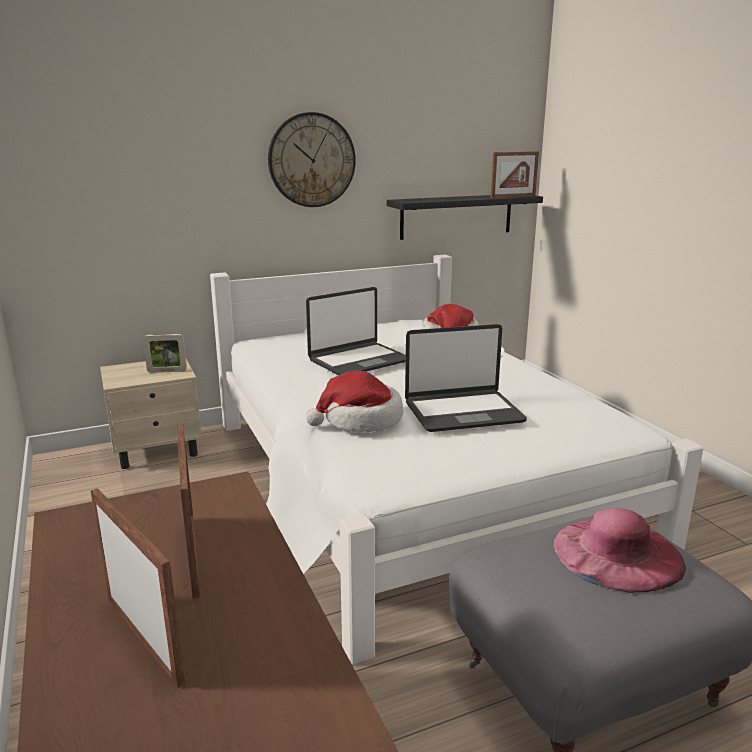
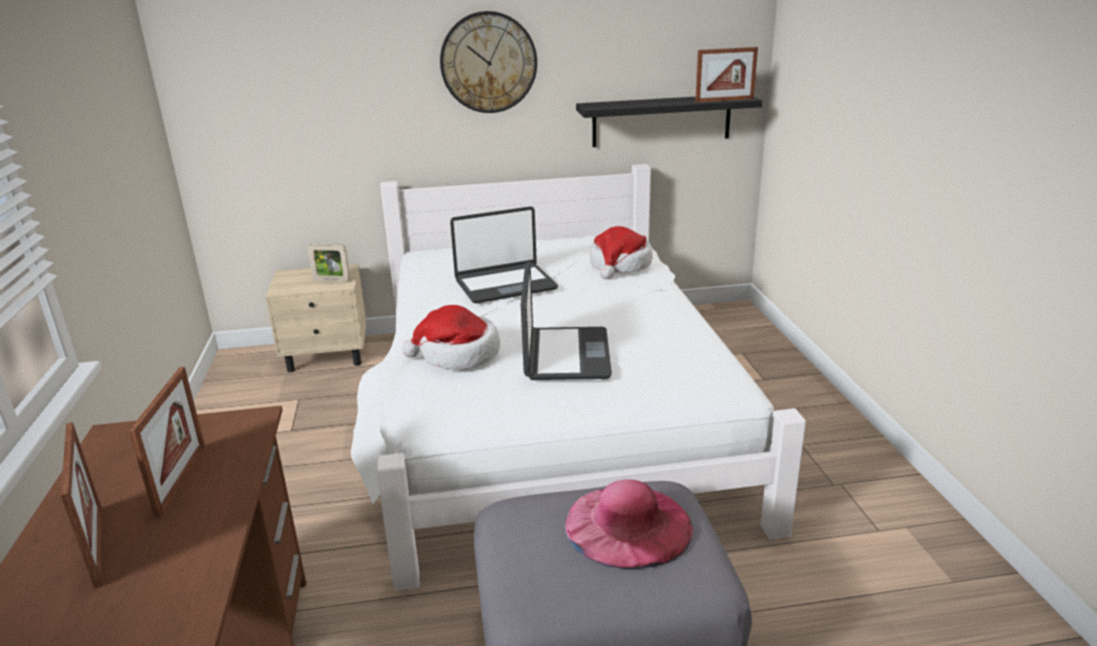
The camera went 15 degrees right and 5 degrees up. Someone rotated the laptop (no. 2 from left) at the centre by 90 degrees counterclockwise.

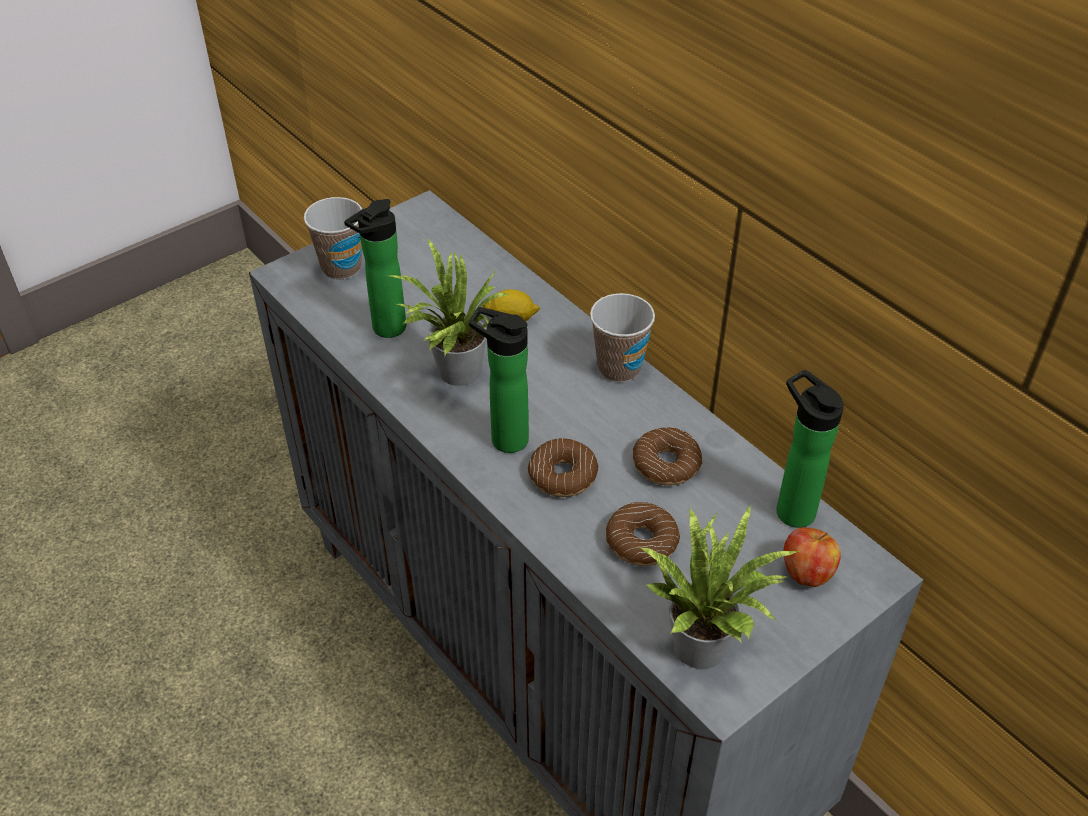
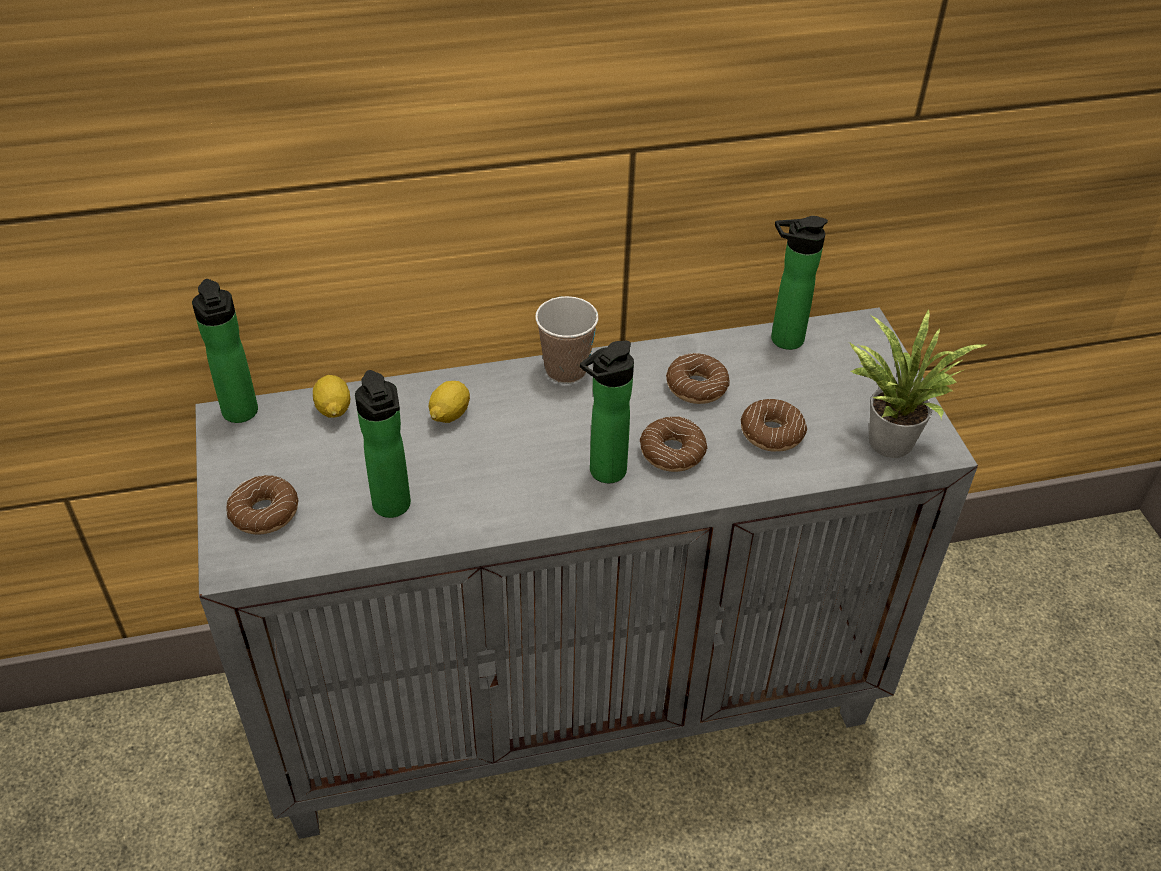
The camera went 65 degrees left and 0 degrees up. Someone swapped the small cup (no. 1 from left) at the top left for the donut (no. 1 from left) at the middle left. Someone took away the houseplant (no. 1 from left) at the centre. Someone took away the apple fruit at the bottom right. Someone put down the bottle (no. 1 from left) at the middle left. Someone put down the lemon (no. 1 from left) at the middle left.

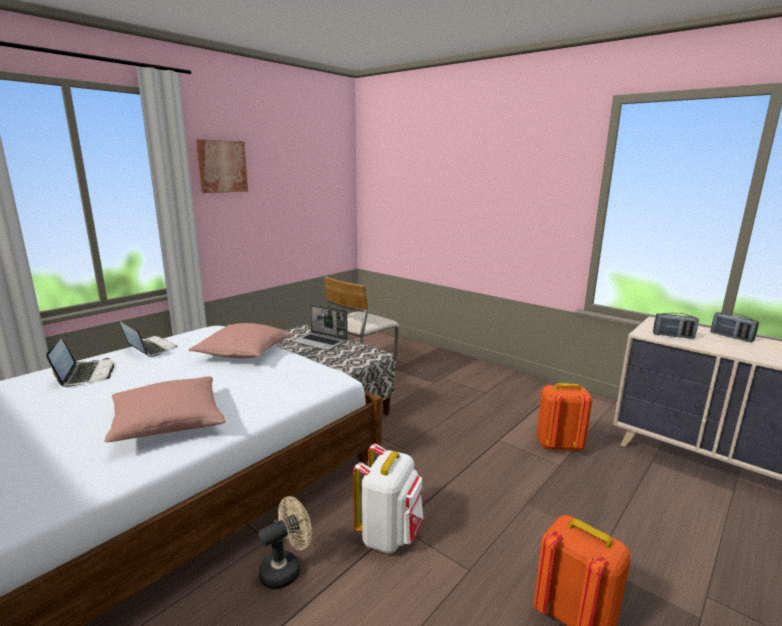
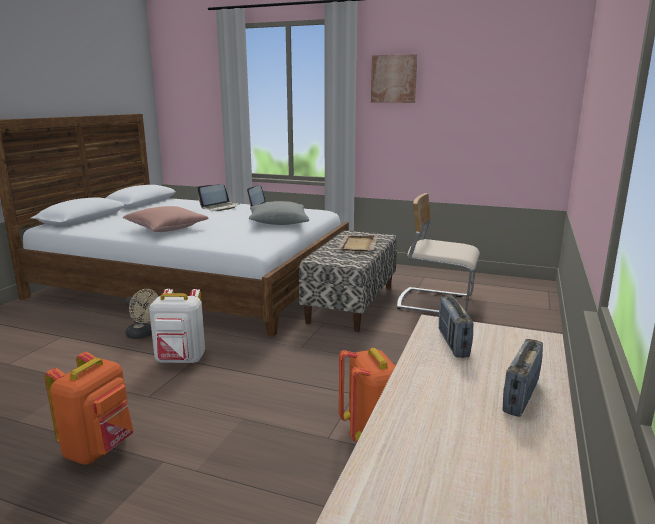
The camera went 70 degrees right and 0 degrees up. Someone repainted the pinkish pillow (no. 2 from left) at the middle left, which became the grey pillow at the centre. Someone swapped the laptop (no. 3 from left) at the centre for the beige-coloured serving tray at the centre.

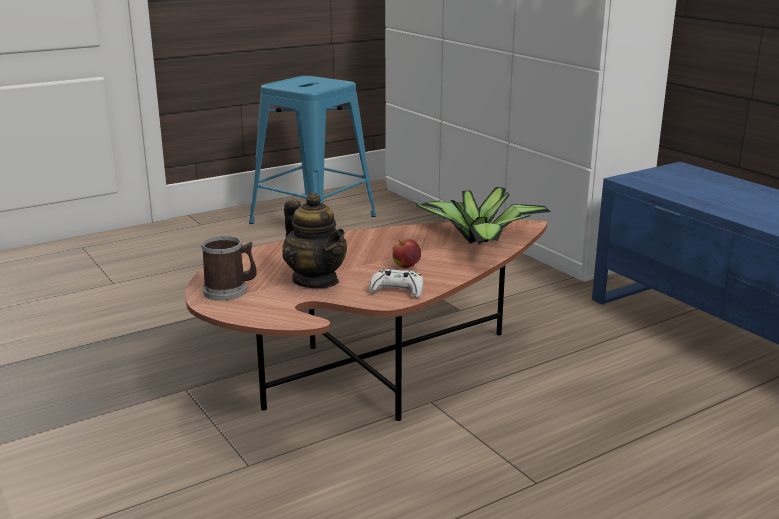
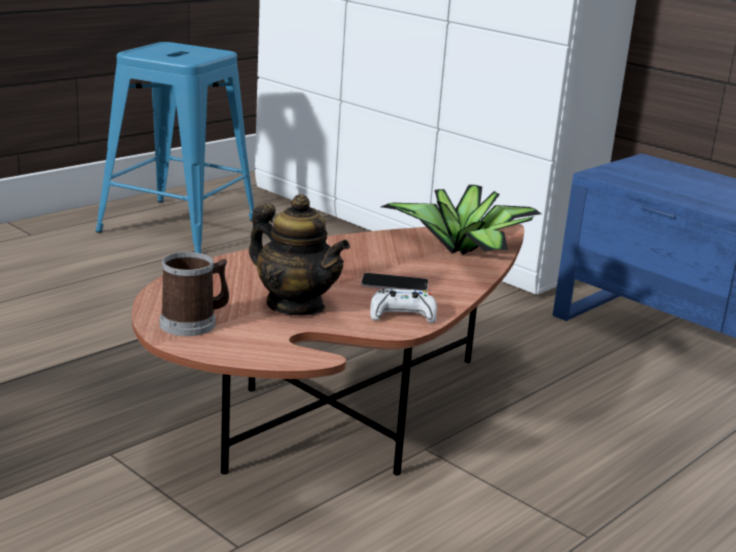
The camera went 15 degrees left and 0 degrees up. Someone swapped the apple fruit at the centre for the handset at the centre.

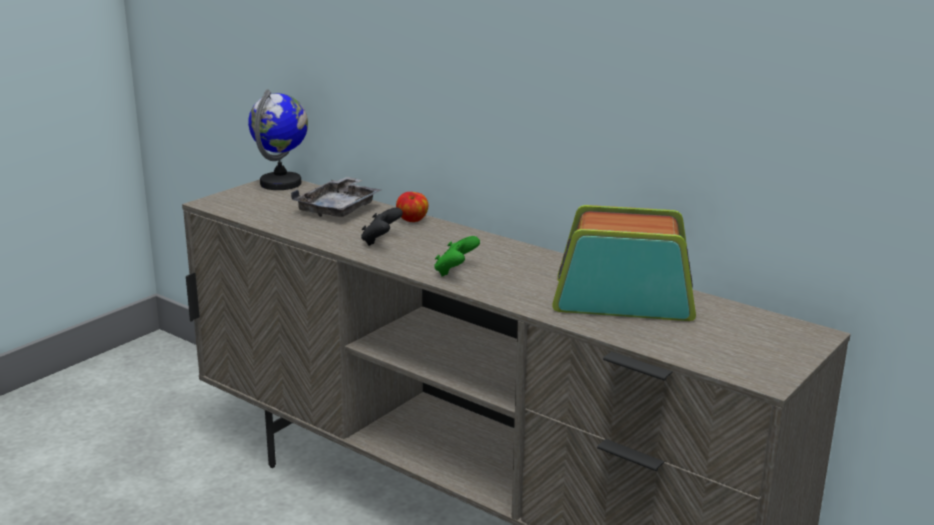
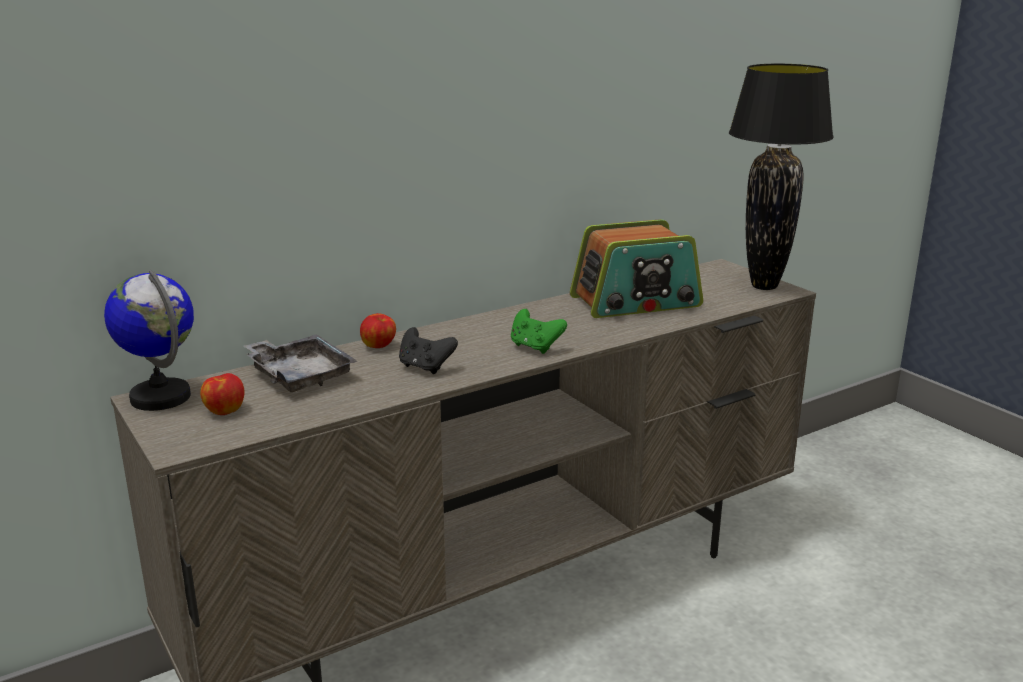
The camera went 70 degrees left and 0 degrees up. Someone rotated the radio at the middle right by 135 degrees counterclockwise. Someone put down the apple fruit (no. 1 from left) at the middle left. Someone put down the black lamp for a table at the top right.

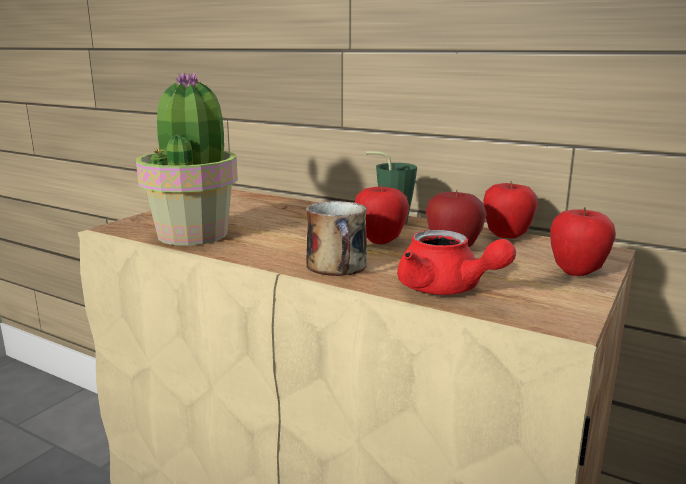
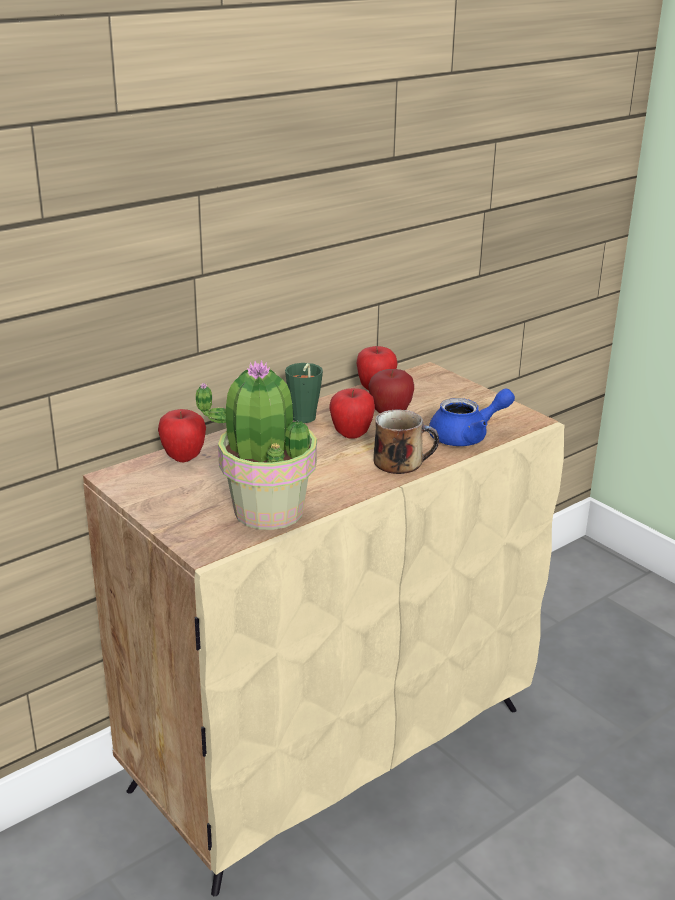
The camera went 70 degrees left and 10 degrees up. Someone repainted the red pot for tea at the centre, which became the blue pot for tea at the middle right. Someone carried the apple fruit (no. 4 from left in the first image) from the middle right to the middle left.

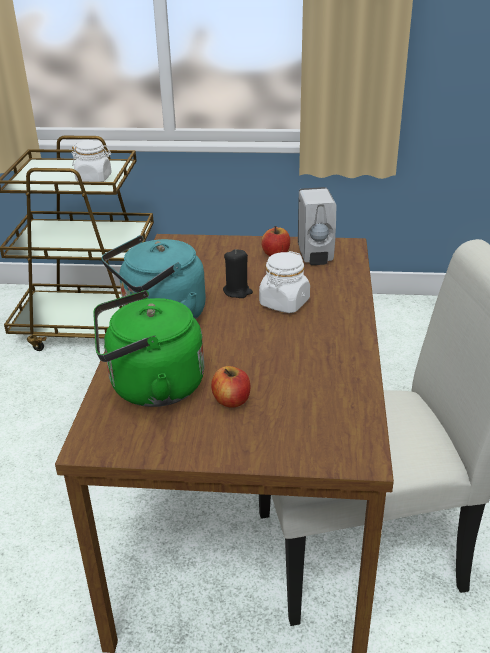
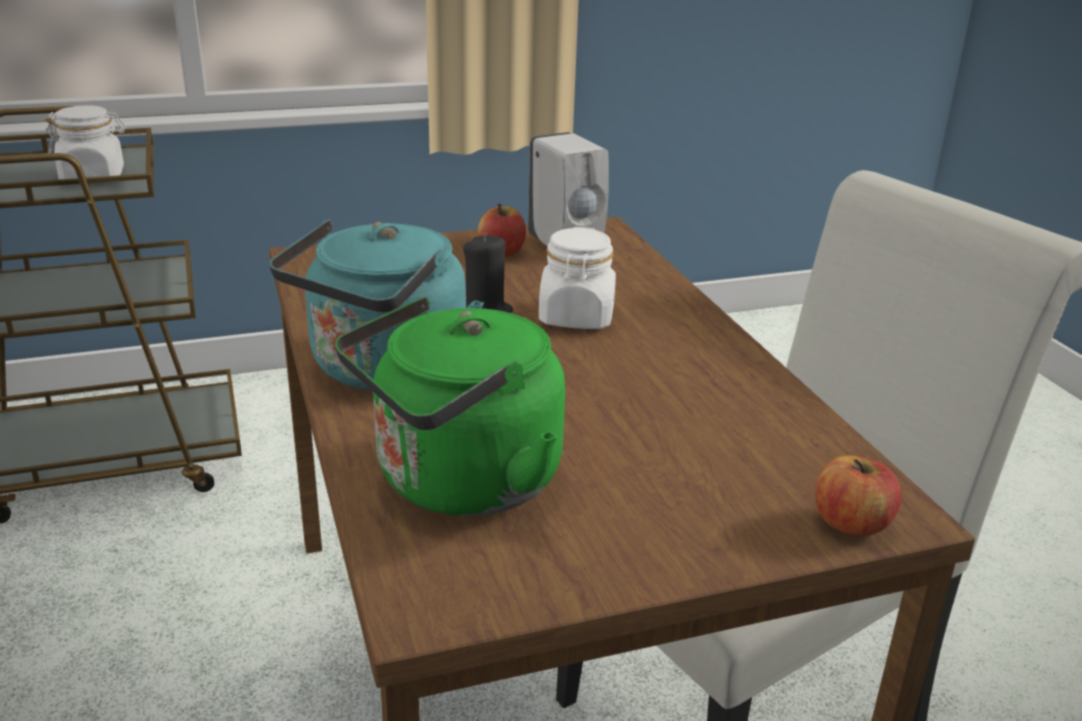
The camera went 25 degrees left and 5 degrees down. Someone carried the apple fruit (no. 1 from left in the first image) from the centre to the bottom right.

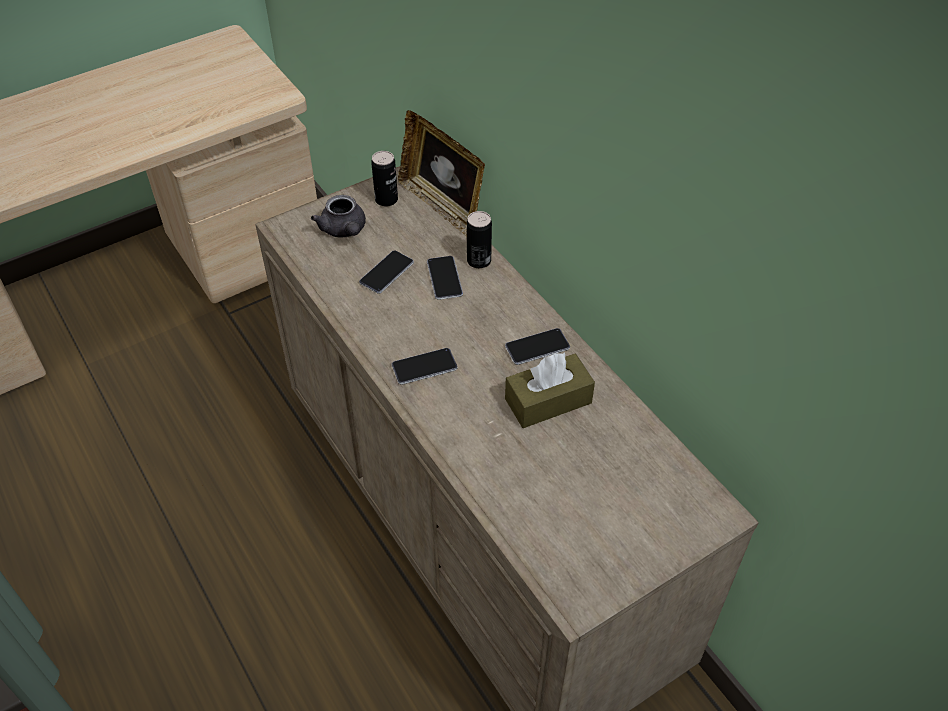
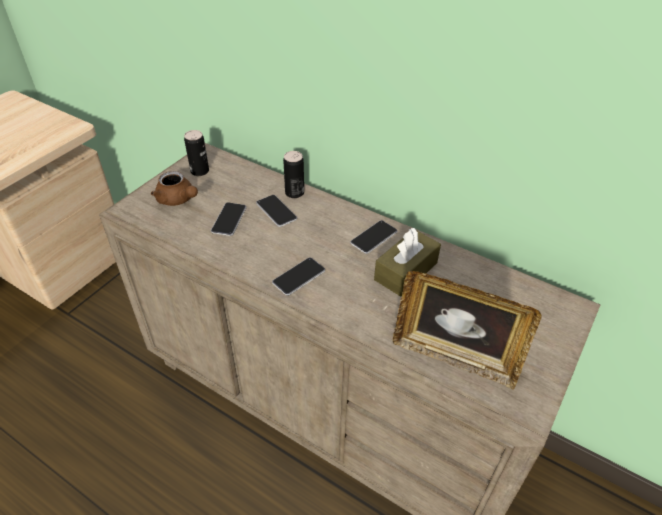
The camera went 25 degrees left and 5 degrees down. Someone repainted the grey pot for tea at the top centre, which became the brownish pot for tea at the middle left. Someone carried the picture frame from the top centre to the middle right.

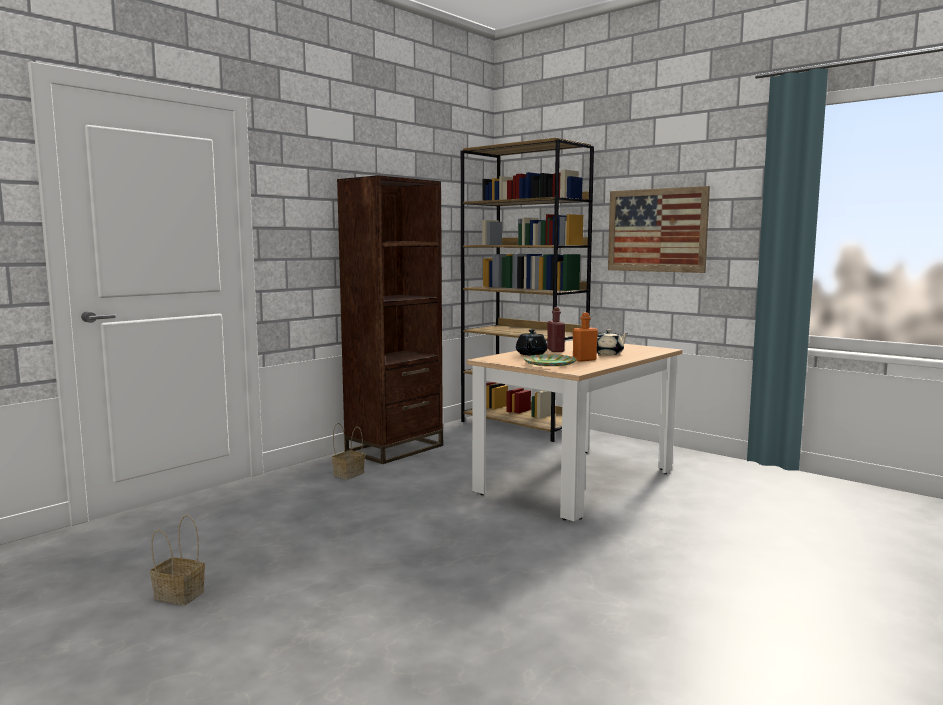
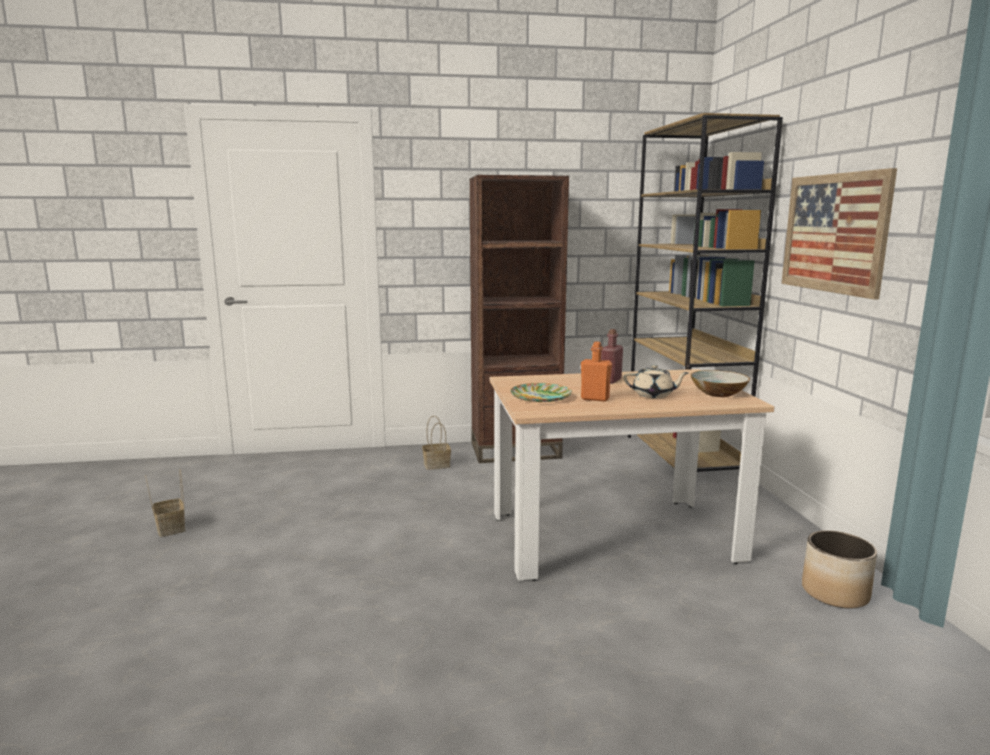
The camera went 40 degrees right and 5 degrees up. Someone took away the black pot for tea at the centre. Someone put down the bowl at the middle right. Someone put down the planter at the bottom right.

